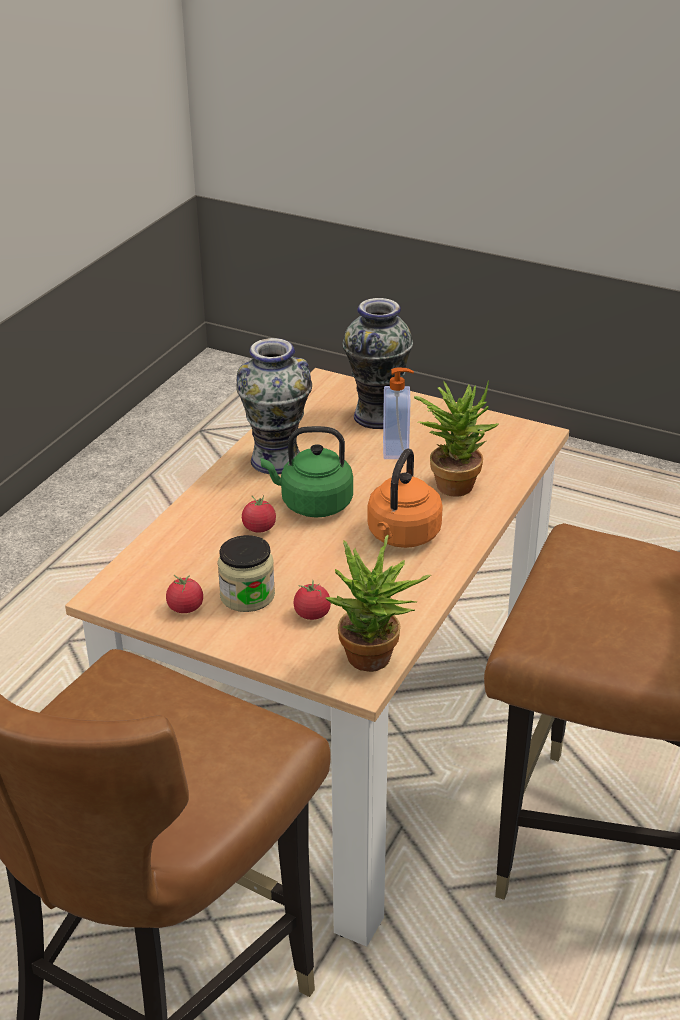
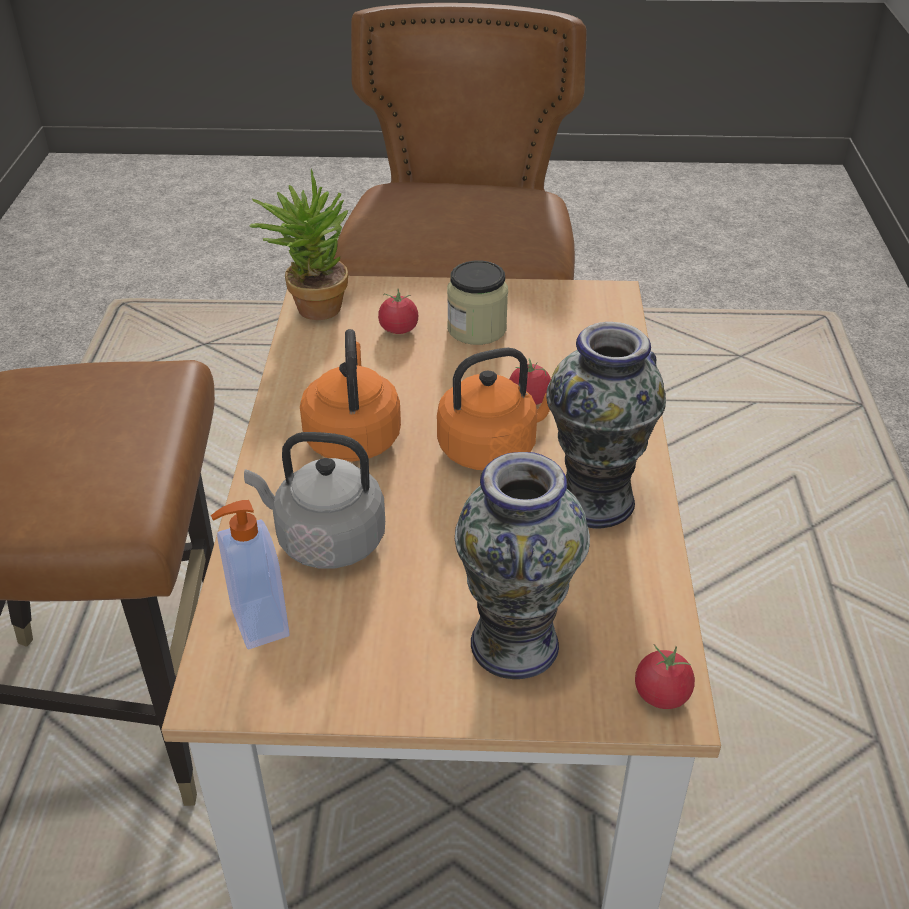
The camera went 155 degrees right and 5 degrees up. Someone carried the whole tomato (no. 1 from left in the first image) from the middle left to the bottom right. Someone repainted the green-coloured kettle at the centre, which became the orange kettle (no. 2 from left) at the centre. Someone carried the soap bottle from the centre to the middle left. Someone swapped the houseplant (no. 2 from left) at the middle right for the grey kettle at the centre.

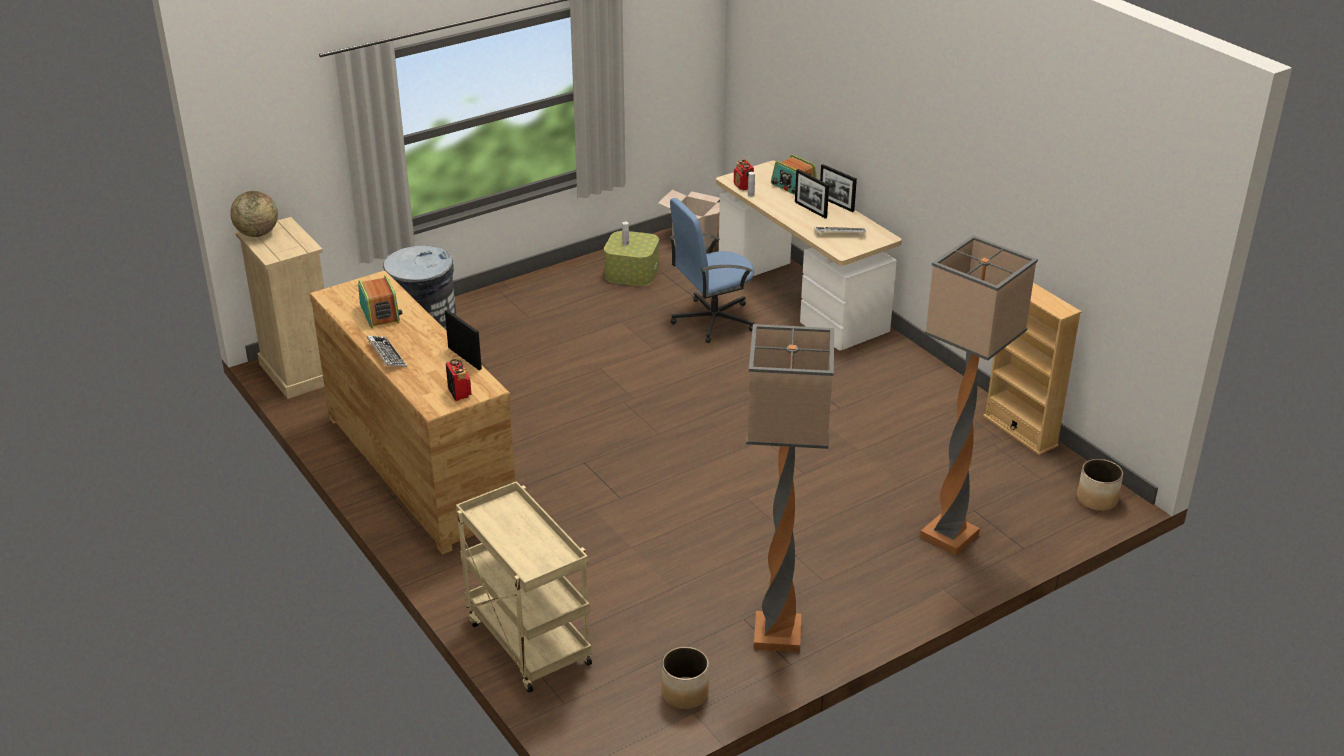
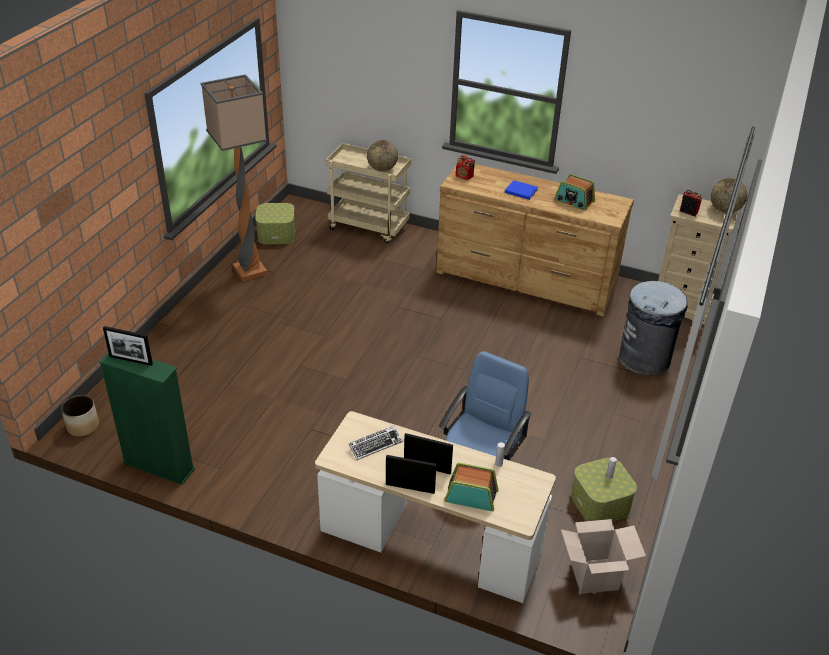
The camera went 145 degrees right and 5 degrees up. Someone took away the keyboard (no. 1 from left) at the middle left. Someone carried the picture frame (no. 1 from left) from the centre to the middle left. Someone swapped the planter (no. 1 from left) at the bottom centre for the storage box (no. 1 from left) at the middle left. Someone carried the radio (no. 3 from left in the first image) from the top centre to the top right. Someone took away the standard lamp (no. 2 from left) at the middle right. Someone repainted the beige-coloured shelving unit at the middle right, which became the green-coloured shelving unit at the middle left. Someone put down the globe (no. 1 from left) at the top centre. Someone put down the blue book at the top centre.

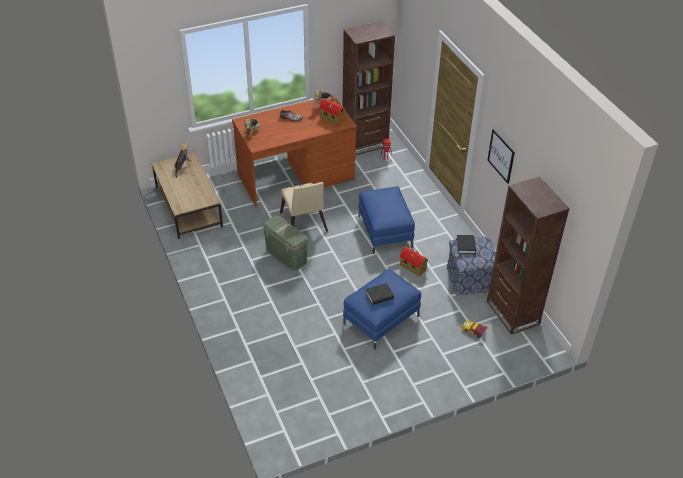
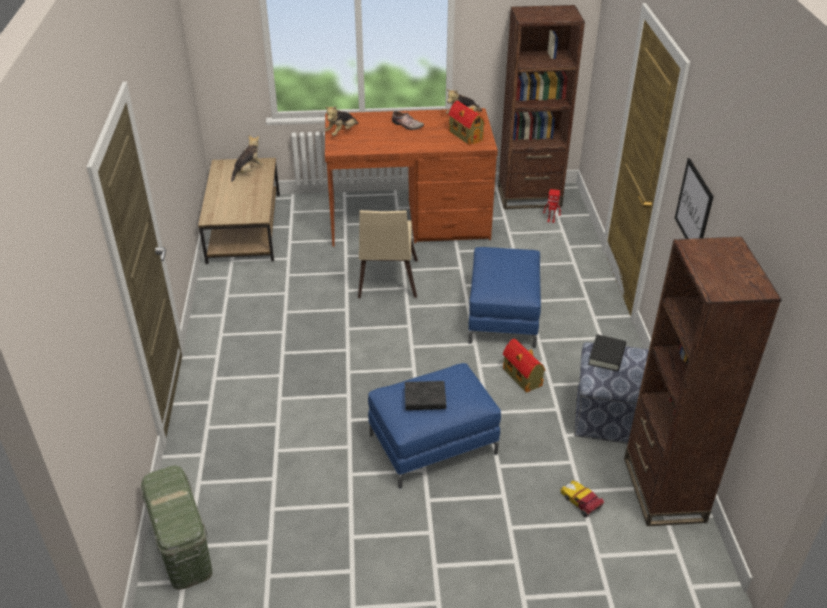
The camera went 20 degrees right and 5 degrees down. Someone carried the green-coloured storage box from the centre to the bottom left.

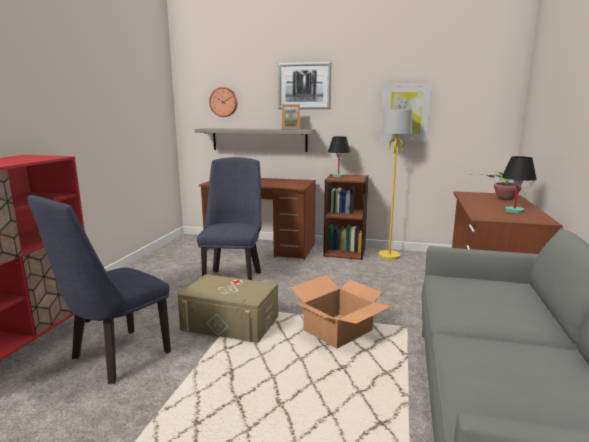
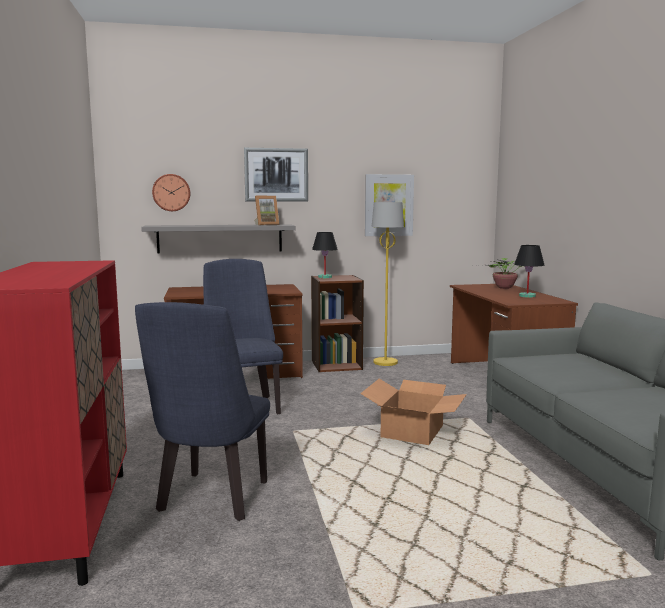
The camera went 25 degrees left and 5 degrees down. Someone took away the beige-coloured storage box at the bottom centre.

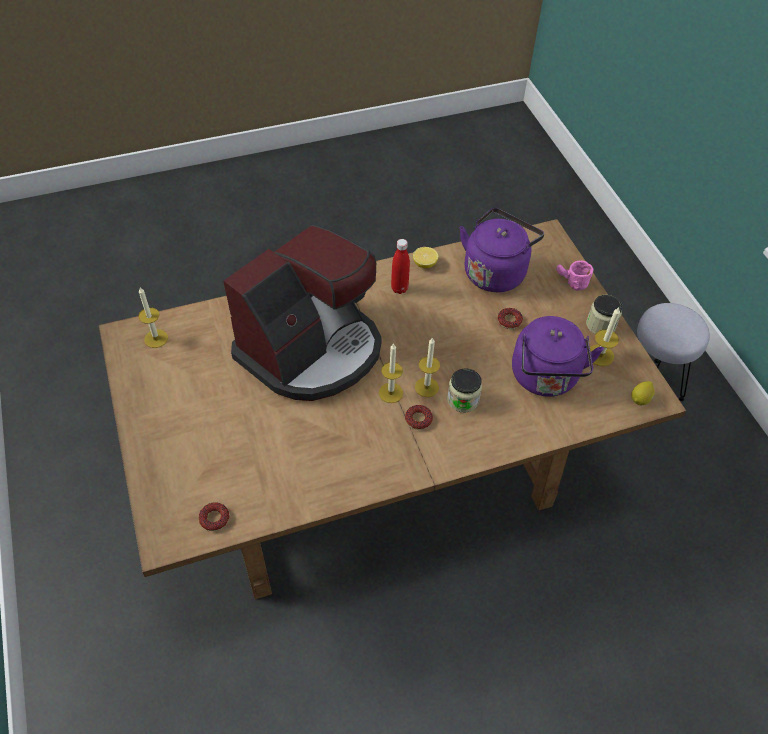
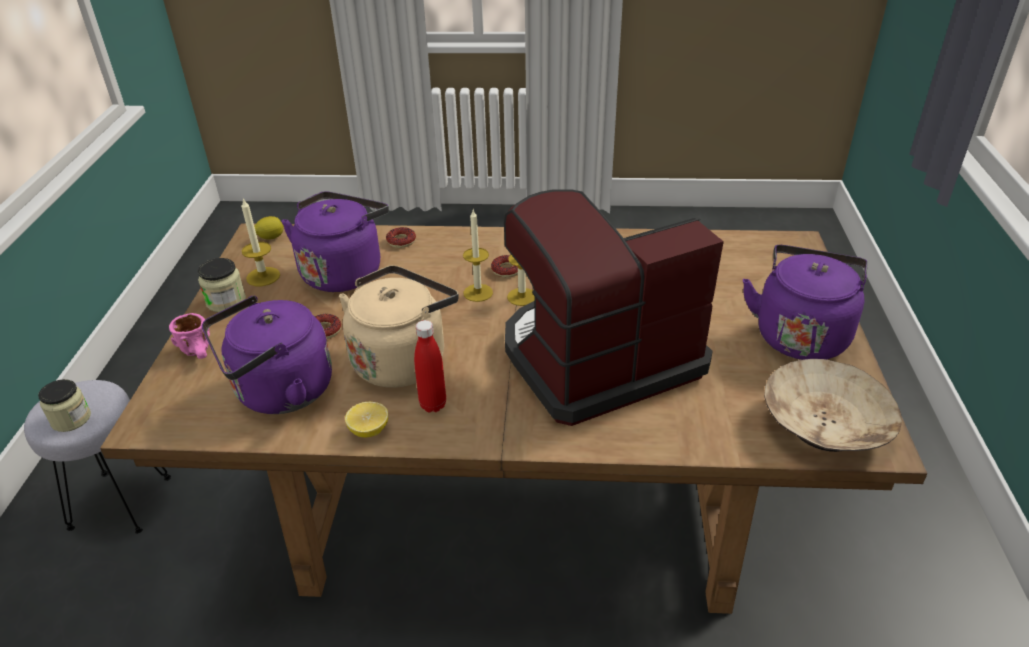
The camera went 155 degrees left and 15 degrees down. Someone swapped the candle (no. 1 from left) at the middle left for the beige-coloured bowl at the middle right. Someone carried the donut (no. 1 from left in the first image) from the bottom left to the centre. Someone carried the storage jar (no. 1 from left) from the centre to the middle left. Someone put down the beige-coloured kettle at the centre. Someone put down the purple-coloured kettle (no. 3 from left) at the middle right.

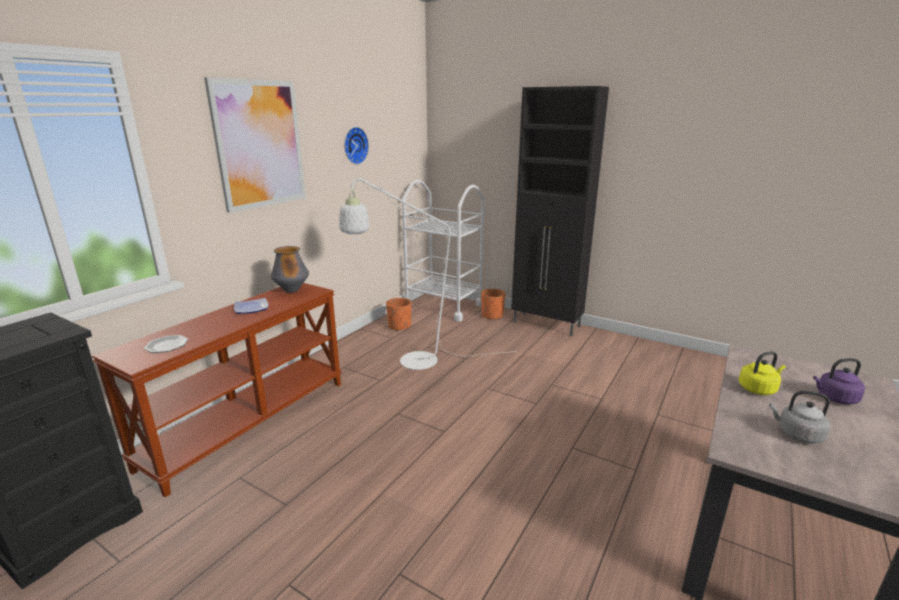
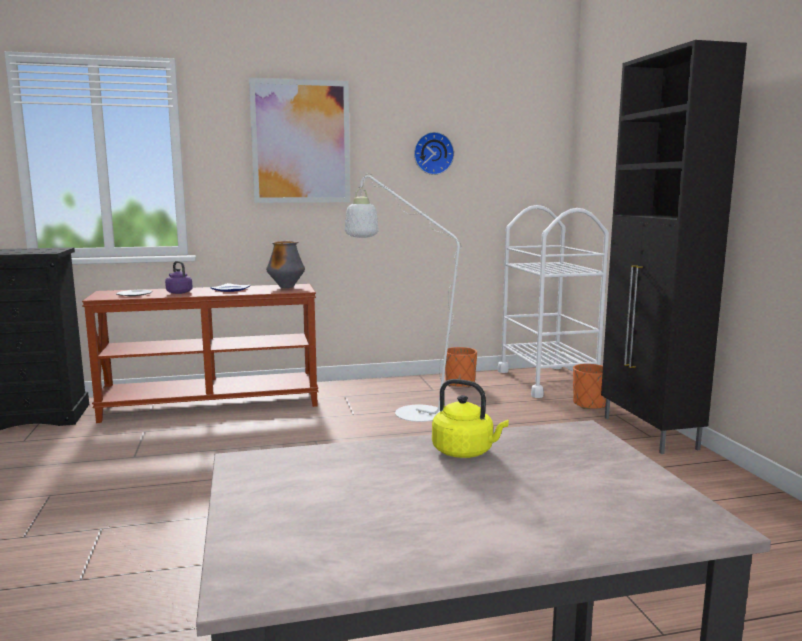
The camera went 45 degrees right and 10 degrees down. Someone took away the grey kettle at the bottom right. Someone carried the purple-coloured kettle from the middle right to the middle left.

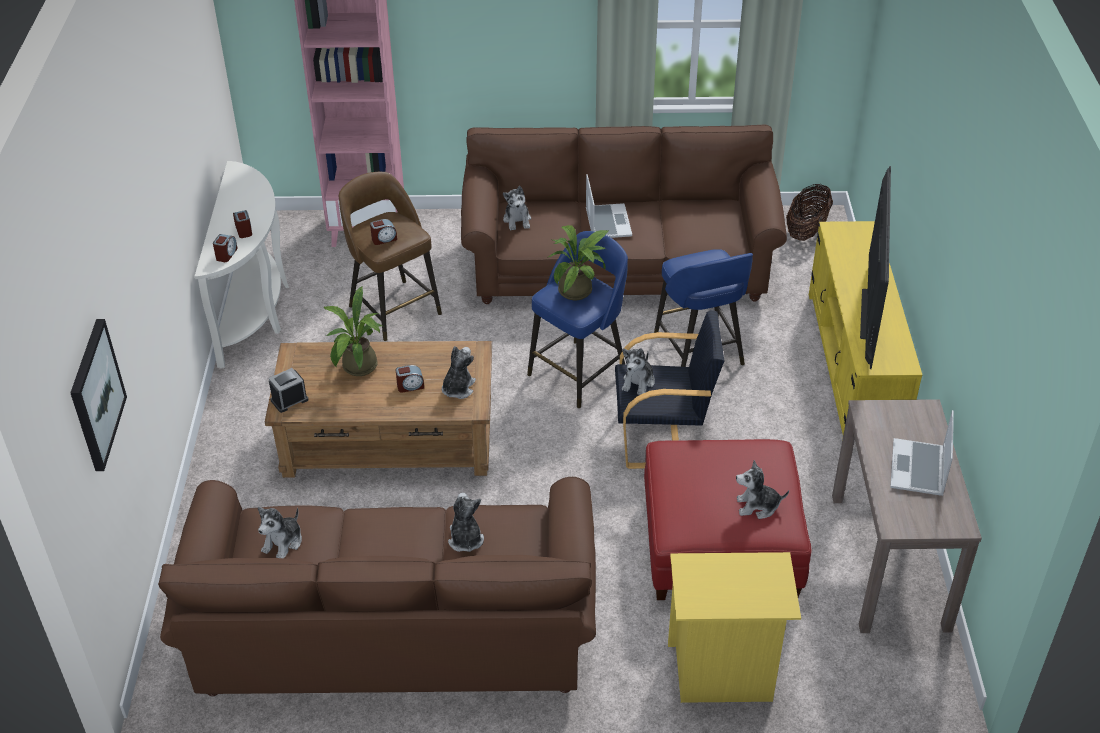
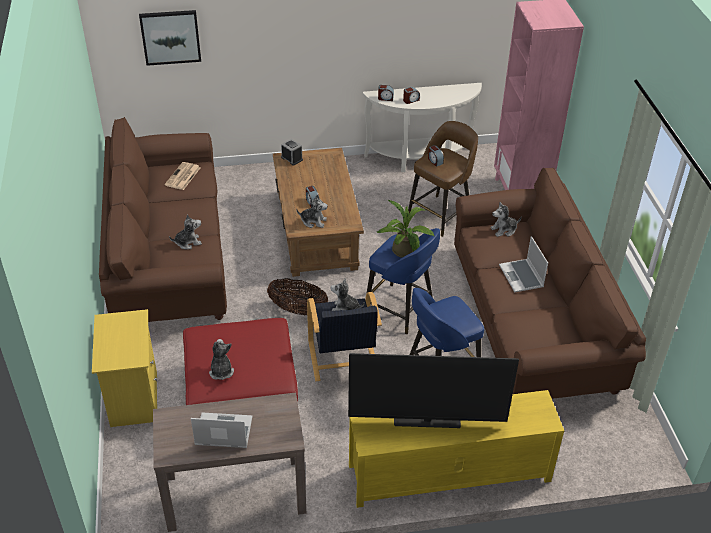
The camera went 80 degrees right and 0 degrees up. Someone swapped the cuddly toy (no. 1 from left) at the bottom left for the newspaper at the top left. Someone took away the houseplant (no. 1 from left) at the middle left. Someone rotated the laptop (no. 1 from left in the first image) at the top centre by 90 degrees clockwise. Someone carried the household basket from the top right to the centre.

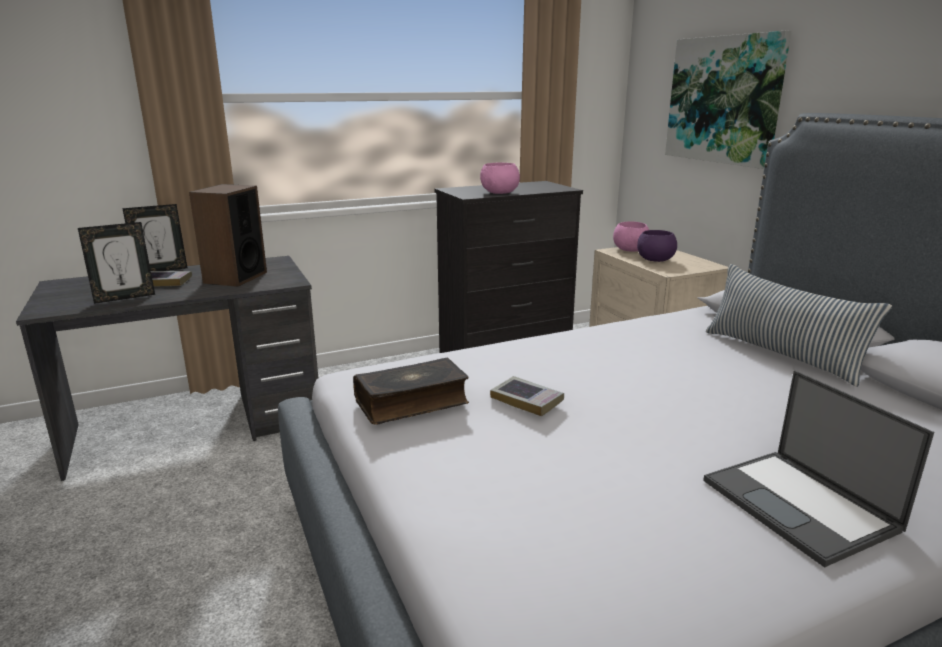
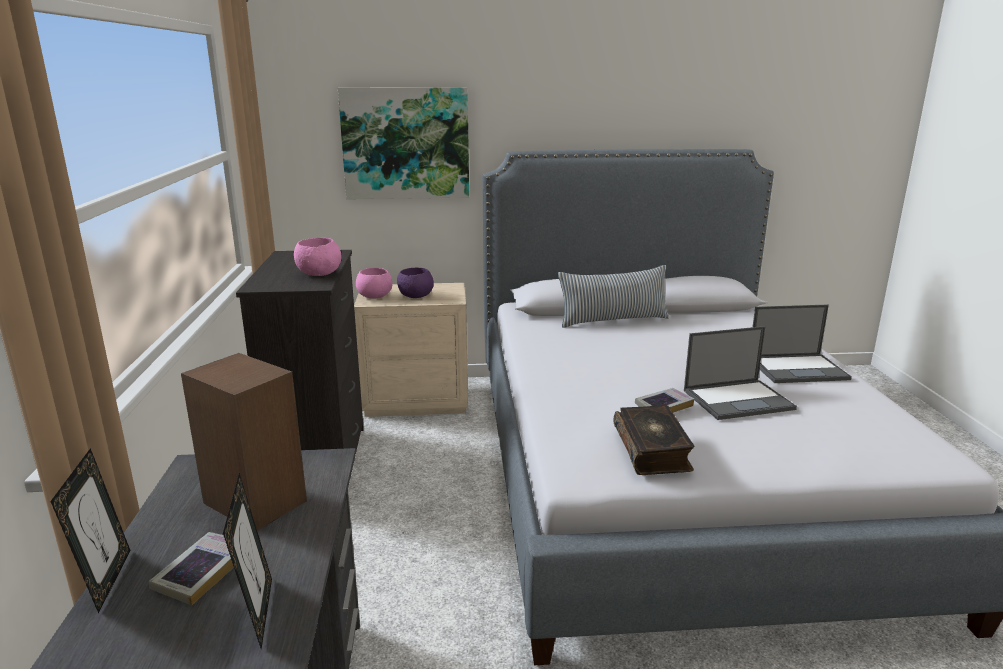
The camera went 70 degrees left and 0 degrees up. Someone put down the laptop (no. 1 from left) at the middle right.

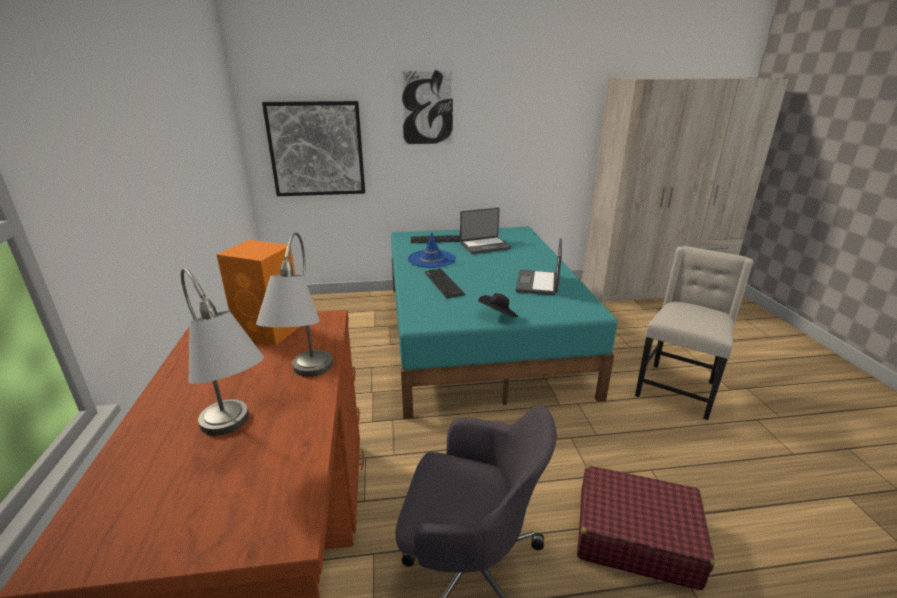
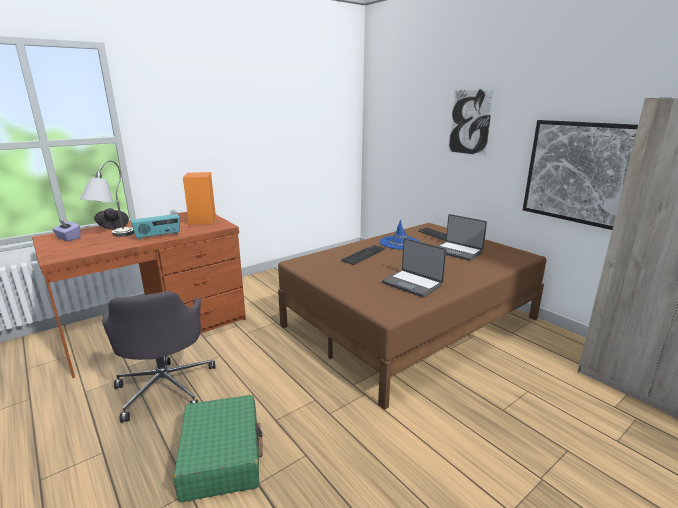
The camera went 60 degrees right and 5 degrees down. Someone swapped the grey lamp for a table (no. 2 from left) at the middle left for the radio at the middle left. Someone carried the wall art (no. 1 from left in the first image) from the top centre to the middle right. Someone repainted the blue-green bed at the centre, which became the brownish bed at the centre. Someone carried the black clothing hat from the centre to the middle left. Someone rotated the laptop (no. 2 from left in the first image) at the centre by 120 degrees counterclockwise. Someone repainted the red piece of luggage at the bottom right, which became the green-coloured piece of luggage at the bottom left. Someone took away the beige-coloured plain chair at the middle right. Someone put down the purple-coloured tissue box at the middle left.

